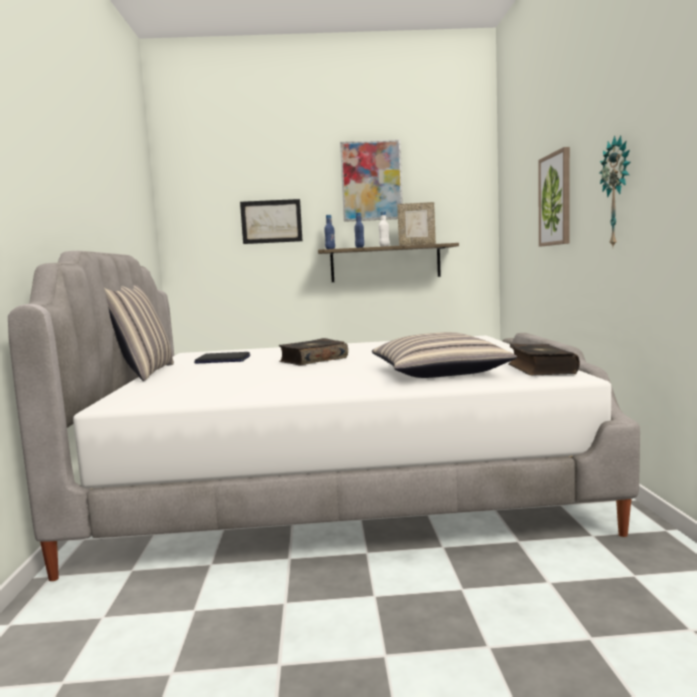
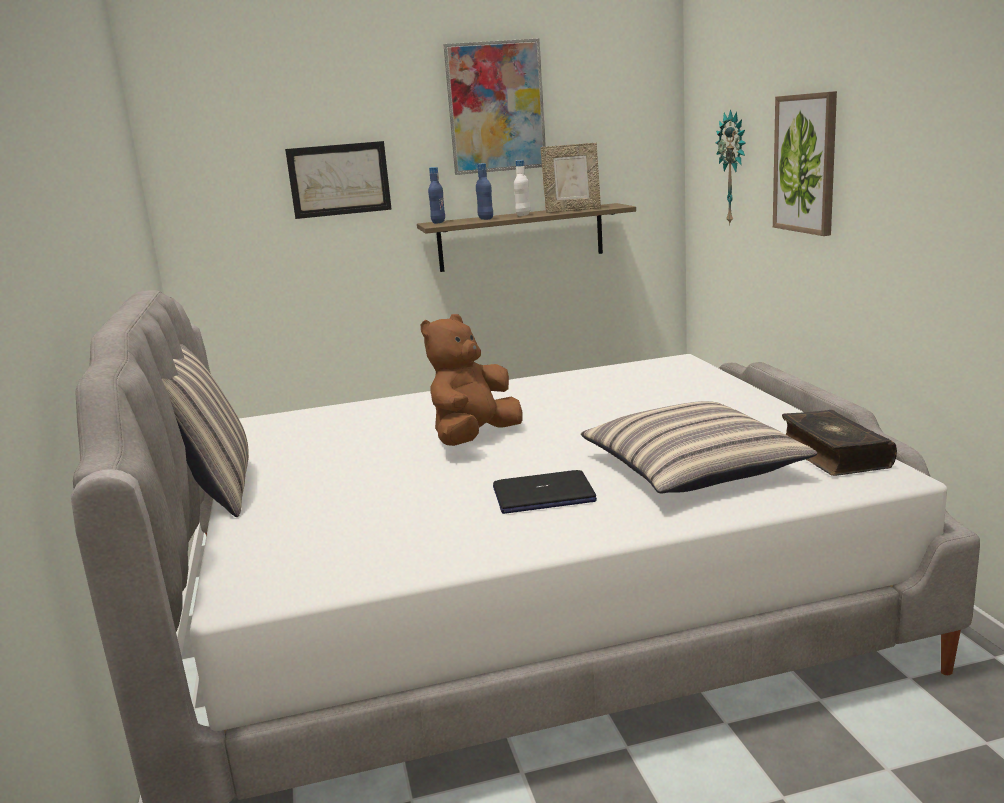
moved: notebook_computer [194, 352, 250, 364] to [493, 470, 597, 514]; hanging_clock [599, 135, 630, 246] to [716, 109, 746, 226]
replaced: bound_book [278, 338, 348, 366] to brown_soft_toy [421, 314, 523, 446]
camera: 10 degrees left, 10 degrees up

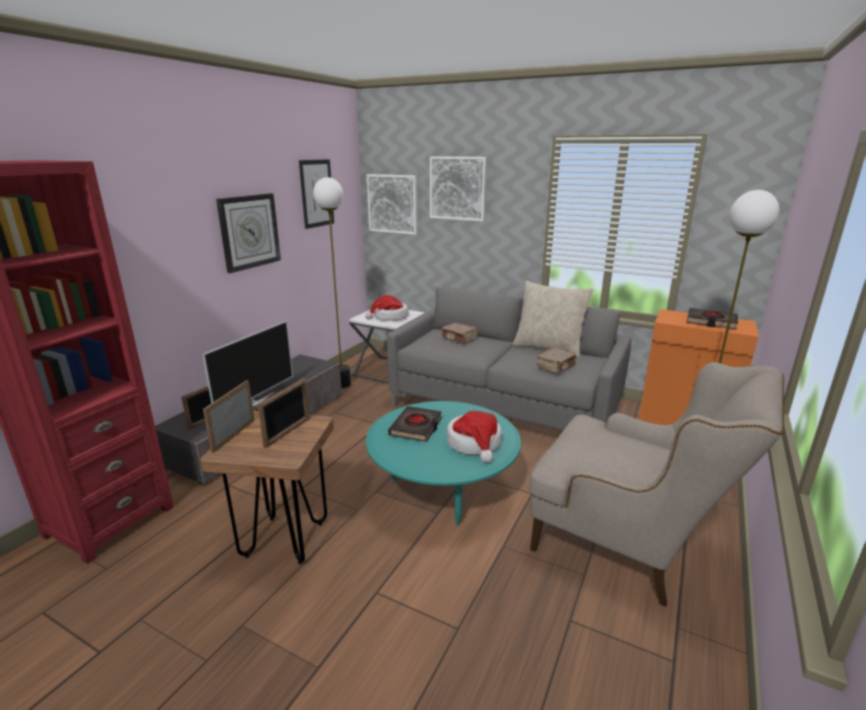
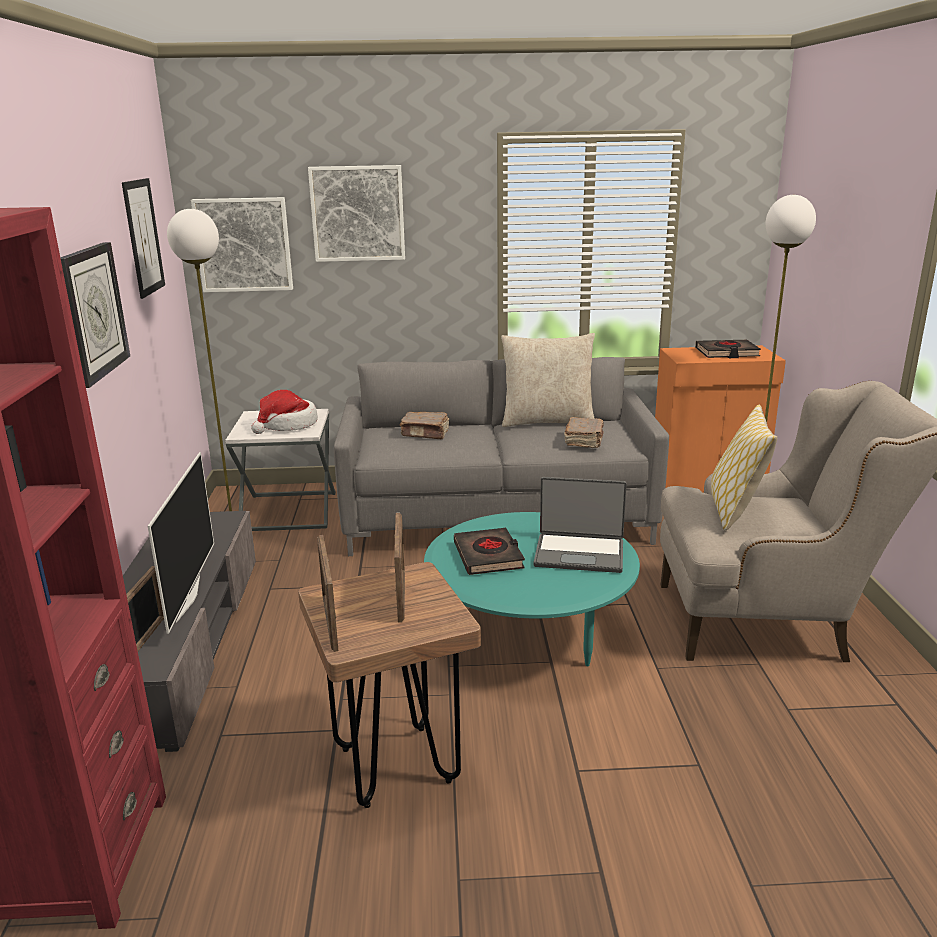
added: throw_pillow [711, 405, 777, 531]
replaced: wearable_hat [447, 411, 502, 463] to notebook_computer [534, 477, 627, 573]
camera: 30 degrees left, 0 degrees up

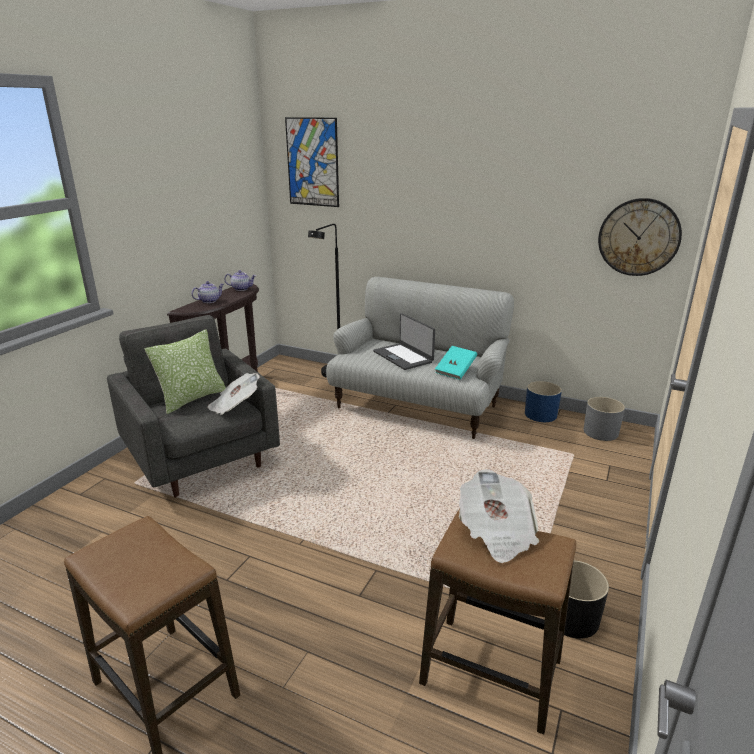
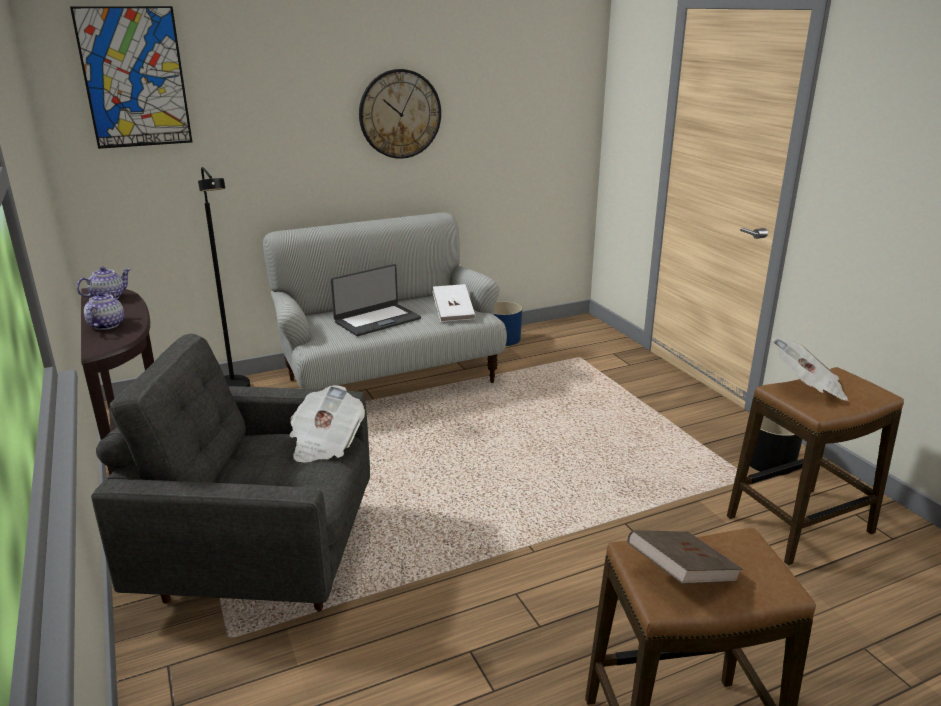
removed: throw_pillow [145, 329, 226, 414]; greyish_flower_pot [584, 397, 625, 441]
added: brown_bound_book [628, 530, 743, 584]
moved: hanging_clock [598, 198, 682, 276] to [359, 69, 441, 159]
recoloured: turquoise_bound_book [435, 346, 477, 380] to white_bound_book [432, 284, 476, 322]
turned: notebook_computer [373, 313, 435, 370] = [331, 264, 421, 336] 45 degrees counterclockwise
camera: 50 degrees left, 0 degrees up

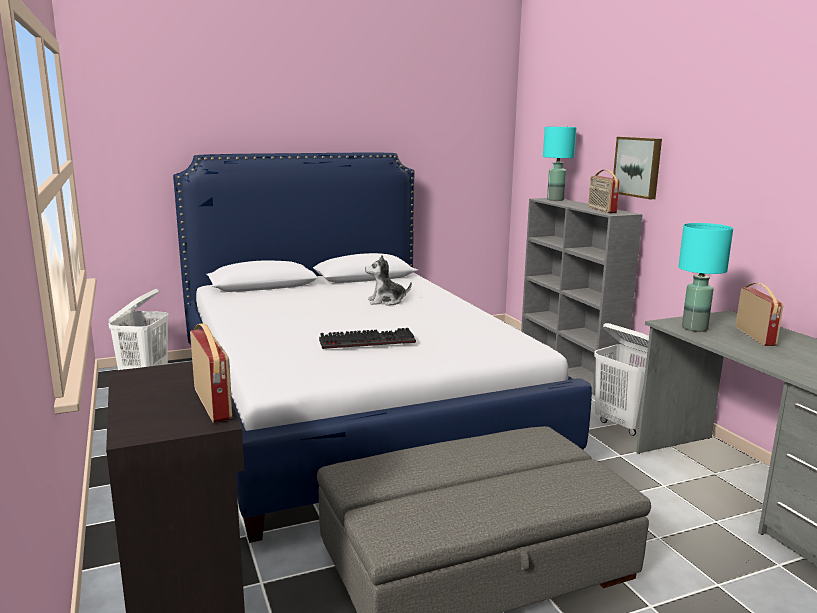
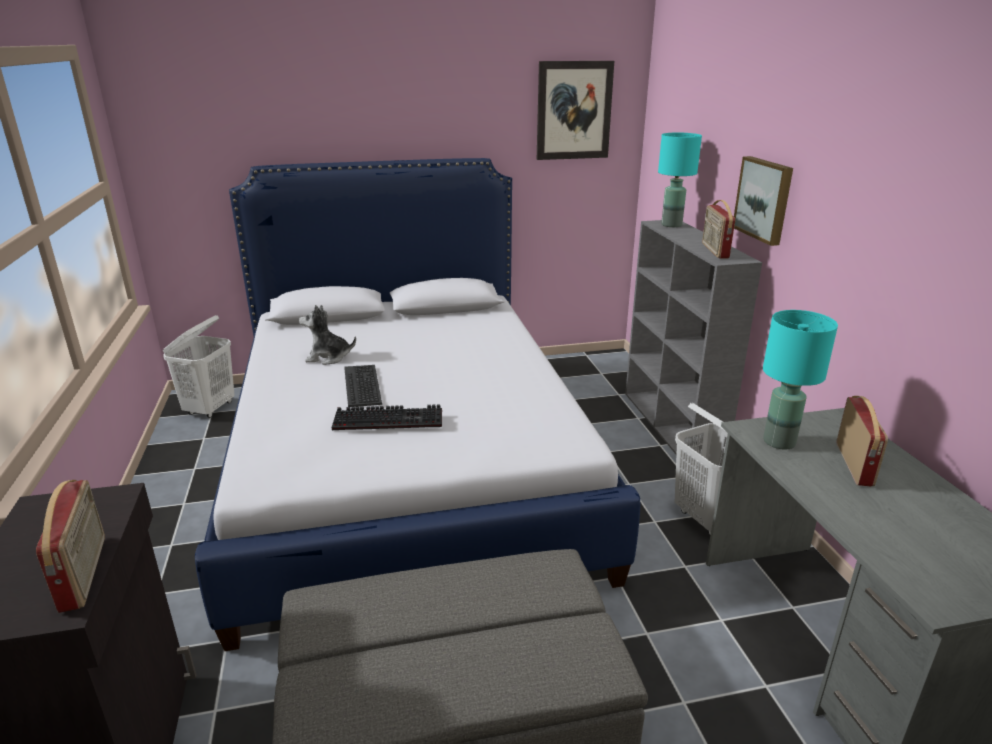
added: keyboard [344, 365, 382, 407]; wall_picture [537, 61, 614, 160]
moved: soft_toy [365, 255, 412, 306] to [299, 305, 356, 365]
camera: 10 degrees right, 10 degrees up

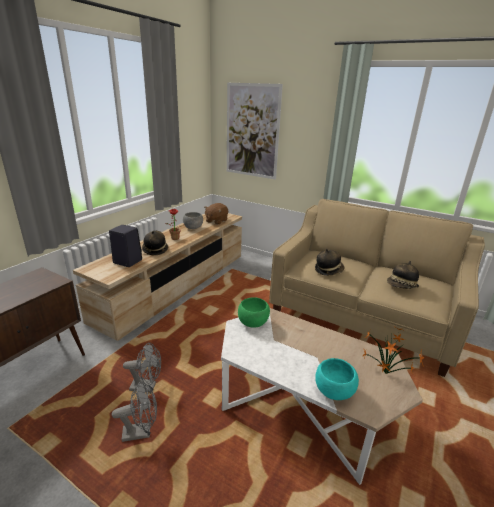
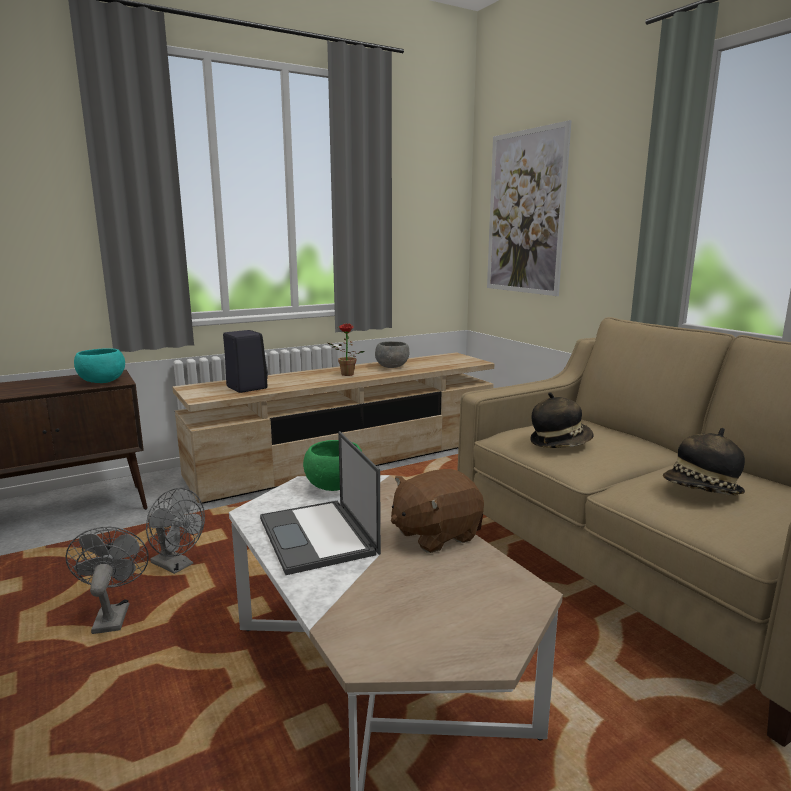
removed: wearable_hat [142, 231, 169, 255]; potted_plant [363, 326, 425, 374]
added: notebook_computer [260, 431, 381, 575]
moved: turquoise_bowl [315, 358, 359, 400] to [74, 348, 125, 383]; brown_soft_toy [204, 203, 228, 225] to [391, 469, 484, 553]
turned: greyish_electric_fan [112, 381, 157, 442] = [65, 527, 149, 634] 120 degrees counterclockwise
camera: 30 degrees right, 10 degrees down

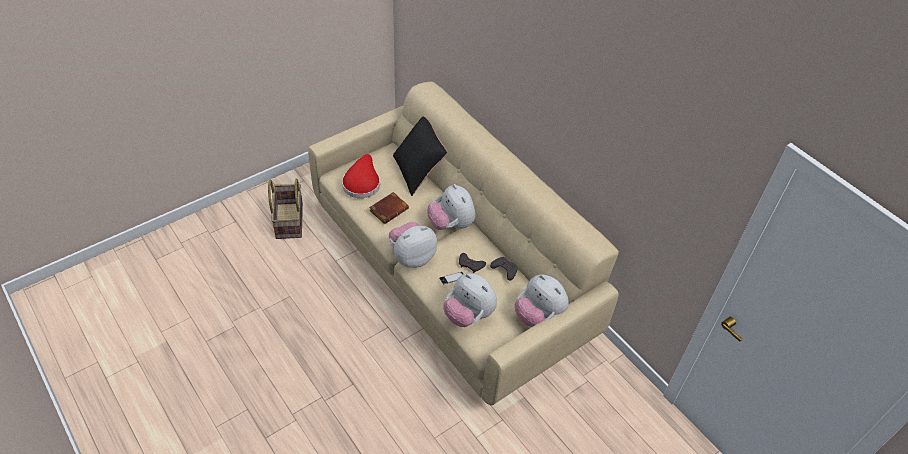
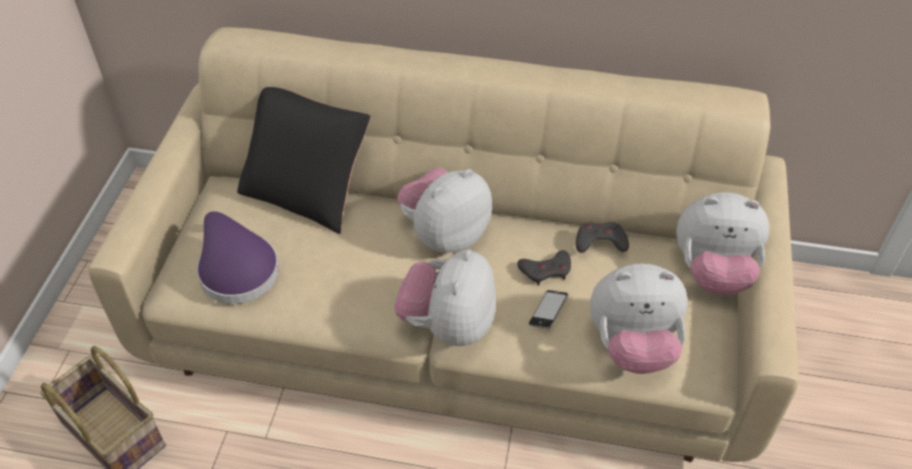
removed: brown_bound_book [369, 192, 409, 224]
recoloured: reddish_wearable_hat [342, 154, 380, 198] to purple_wearable_hat [197, 211, 279, 304]
turned: soft_toy [427, 184, 475, 230] = [397, 167, 492, 253] 120 degrees clockwise
camera: 40 degrees left, 0 degrees up

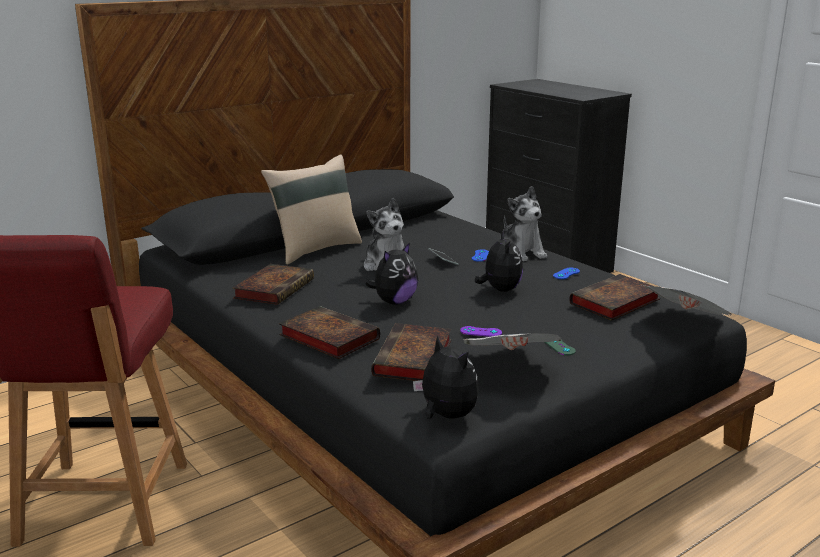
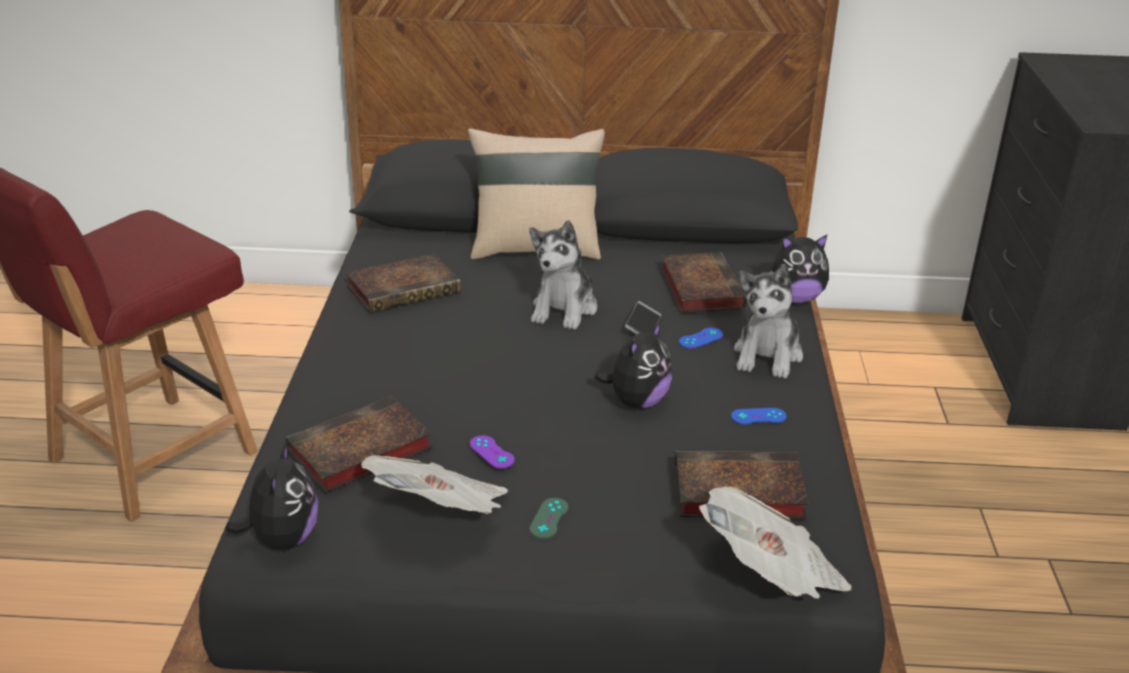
moved: bound_book [279, 306, 380, 359] to [661, 252, 747, 313]; soft_toy [365, 242, 418, 305] to [771, 234, 829, 304]
camera: 40 degrees right, 10 degrees up

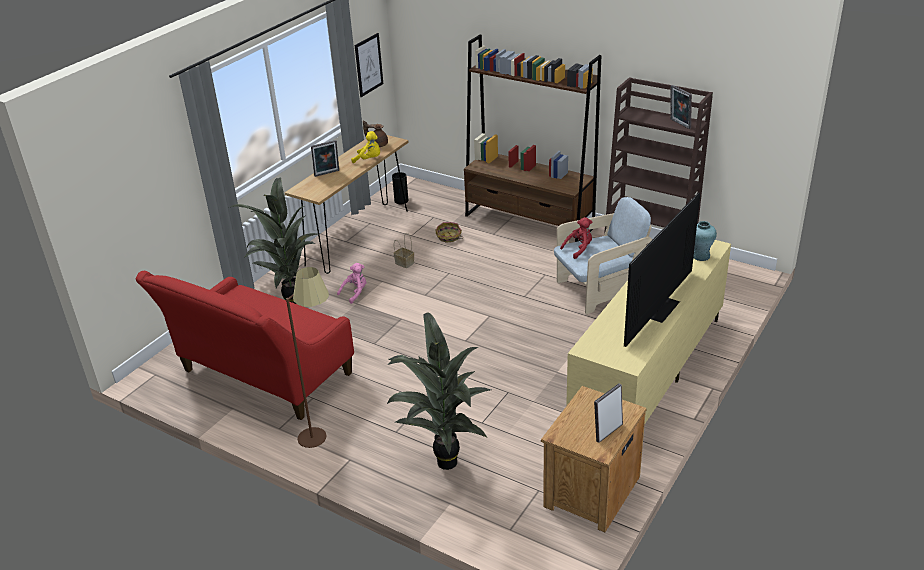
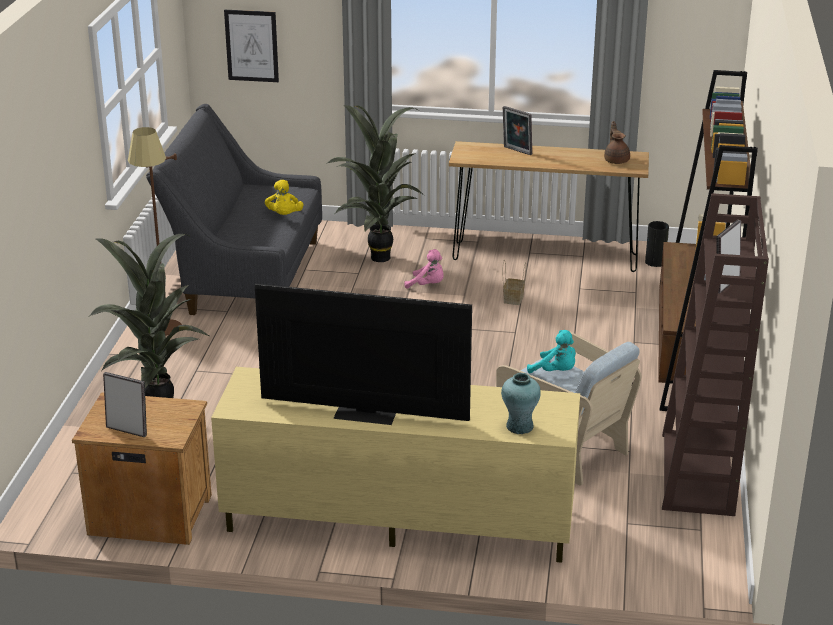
removed: basket [436, 222, 463, 243]
moved: wall_picture [355, 33, 383, 97] to [224, 10, 279, 82]; yellow-coloured_soft_toy [351, 131, 380, 163] to [265, 180, 304, 215]
recoloured: reddish_couch [136, 271, 354, 420] to greyish_couch [146, 104, 322, 315]; reddish_soft_toy [560, 217, 592, 259] to turquoise_soft_toy [527, 330, 576, 373]
camera: 65 degrees right, 5 degrees down

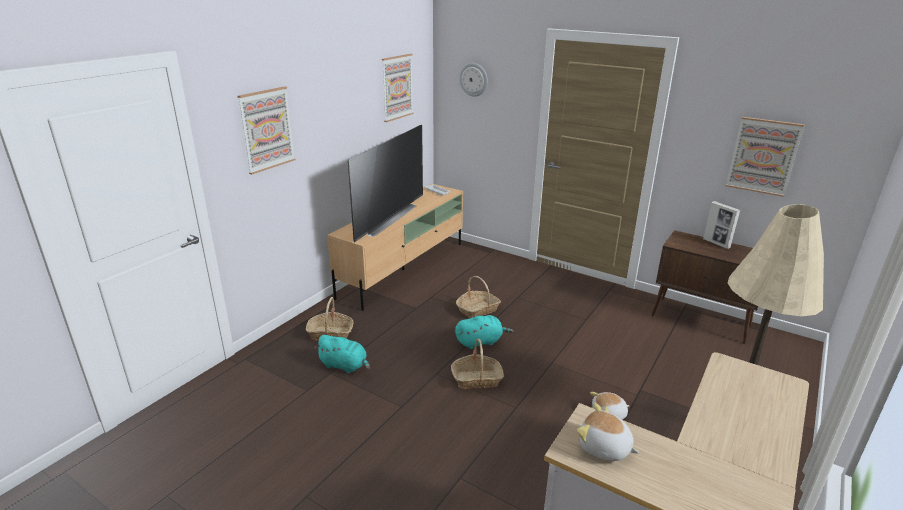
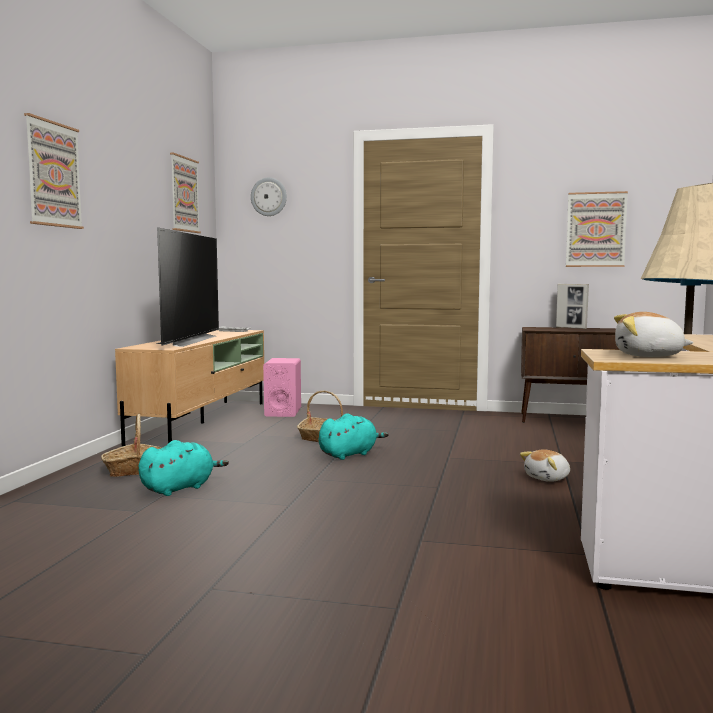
removed: basket [451, 339, 504, 389]
added: pinkish_audio_speaker [263, 358, 301, 417]
turned: turquoise_soft_toy [315, 335, 370, 373] = [139, 440, 229, 496] 45 degrees counterclockwise
camera: 20 degrees left, 20 degrees down

